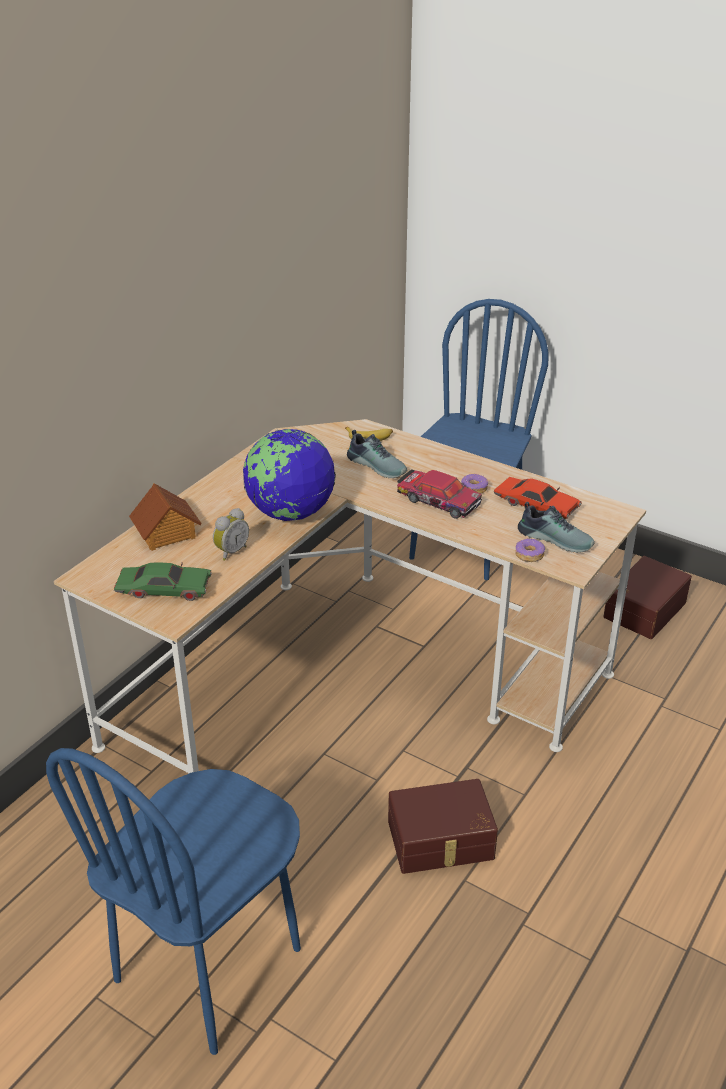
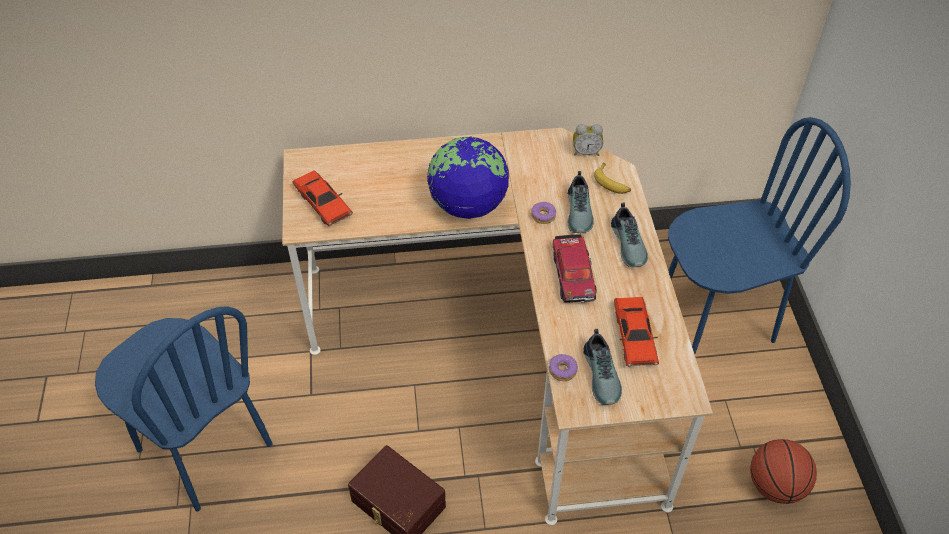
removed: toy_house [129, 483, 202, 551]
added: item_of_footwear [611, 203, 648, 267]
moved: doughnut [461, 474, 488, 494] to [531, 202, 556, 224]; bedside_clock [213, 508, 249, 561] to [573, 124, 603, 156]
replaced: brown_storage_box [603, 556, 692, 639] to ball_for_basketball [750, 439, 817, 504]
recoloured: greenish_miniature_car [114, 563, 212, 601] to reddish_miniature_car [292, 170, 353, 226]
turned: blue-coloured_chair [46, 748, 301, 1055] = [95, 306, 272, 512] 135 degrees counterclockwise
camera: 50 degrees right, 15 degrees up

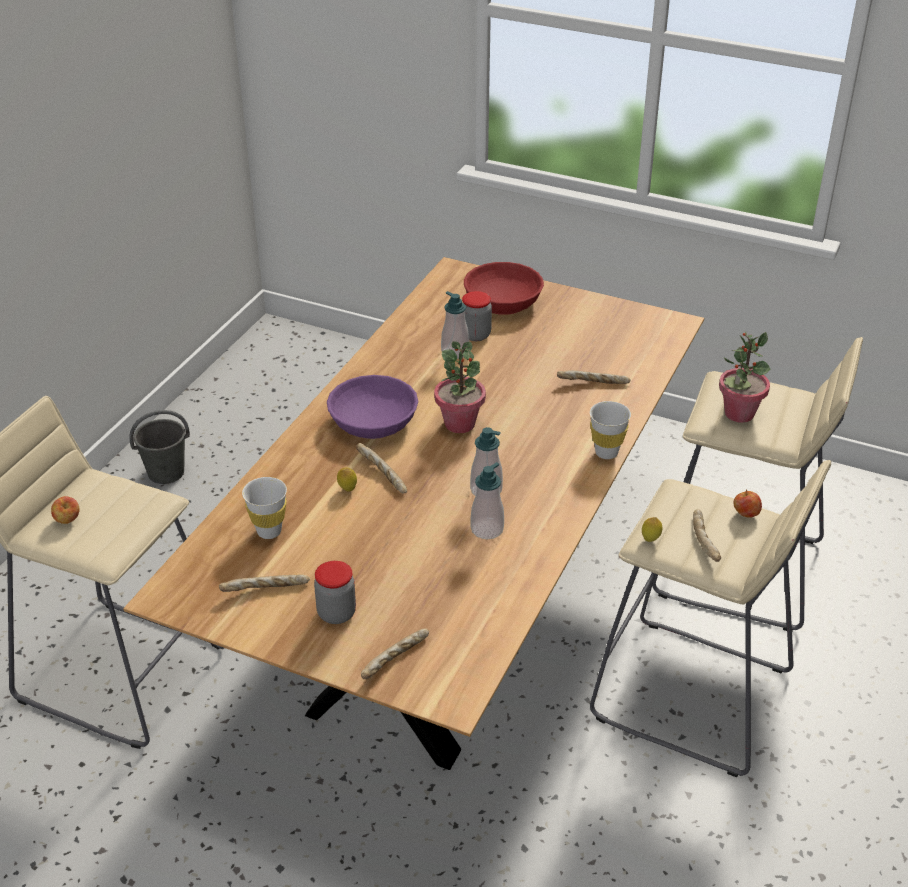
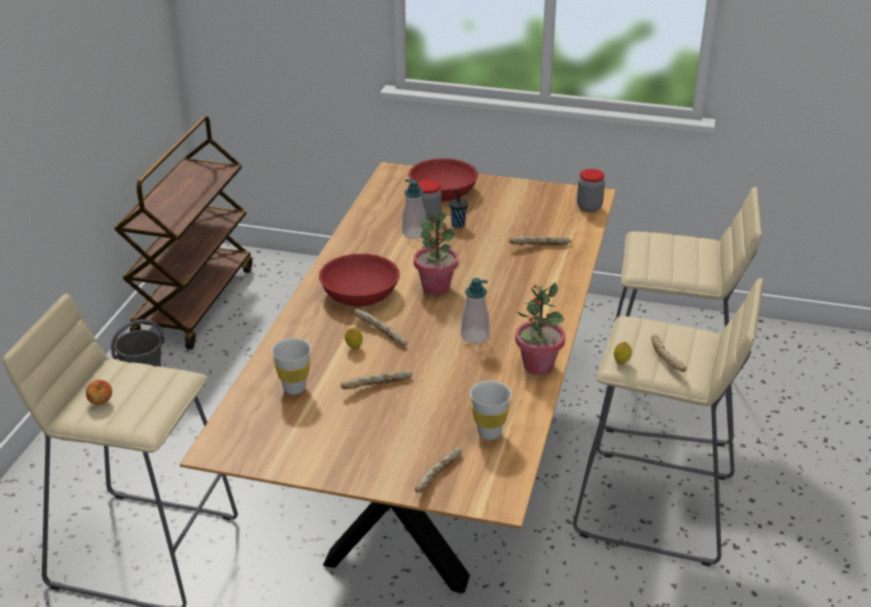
removed: soap_bottle [470, 462, 504, 539]; apple_fruit [734, 490, 762, 517]
added: brown_cart [114, 116, 252, 350]; black_cup [449, 189, 468, 228]
moved: bread [219, 574, 310, 592] to [341, 370, 413, 389]; white_cup [590, 401, 631, 459] to [470, 380, 512, 440]; potted_plant [719, 332, 770, 423] to [515, 283, 565, 375]; storage_jar [314, 561, 356, 624] to [577, 169, 605, 212]
recoloured: purple_bowl [327, 375, 418, 439] to reddish_bowl [319, 254, 399, 307]
camera: 10 degrees left, 5 degrees down

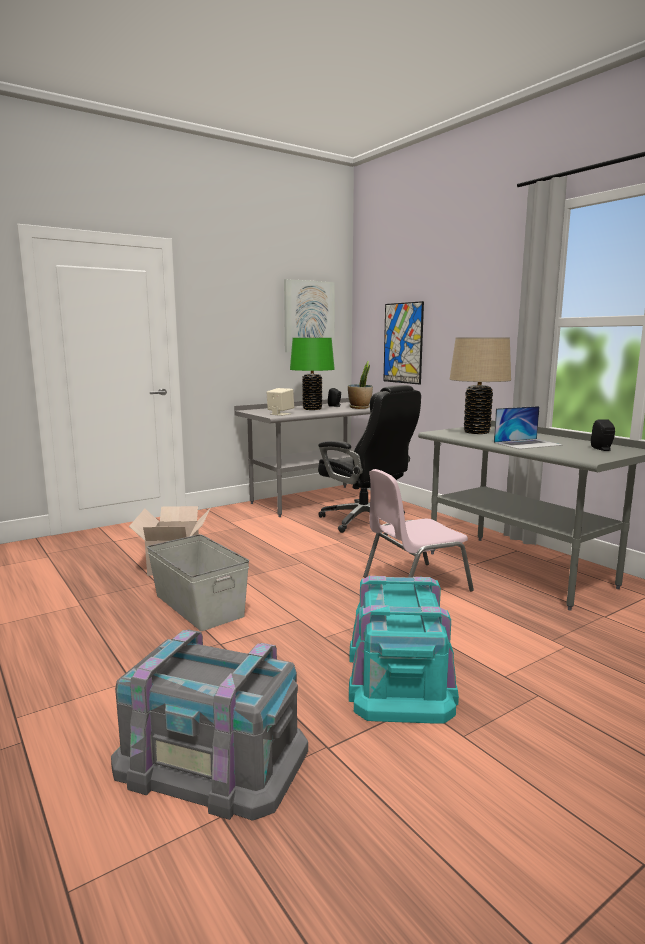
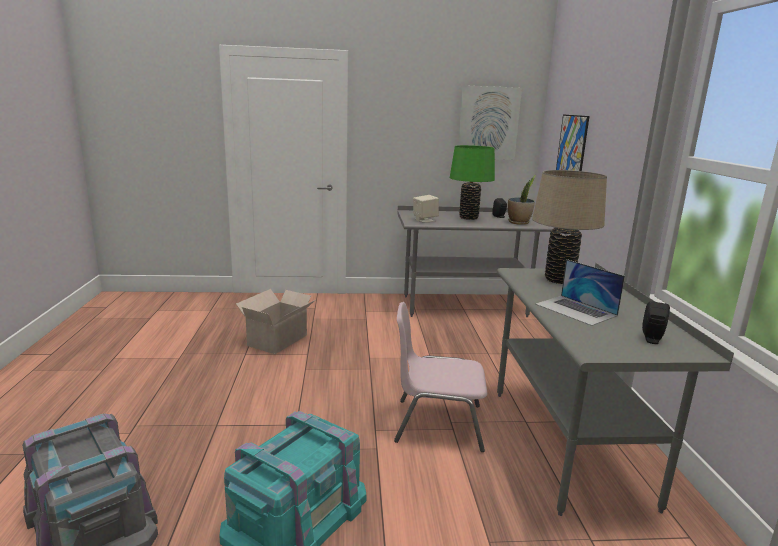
removed: greyish_storage_box [147, 534, 249, 631]; black_computer_chair [318, 385, 421, 533]
turned: notebook_computer [494, 406, 562, 449] = [536, 259, 625, 326] 45 degrees clockwise
camera: 30 degrees right, 5 degrees up

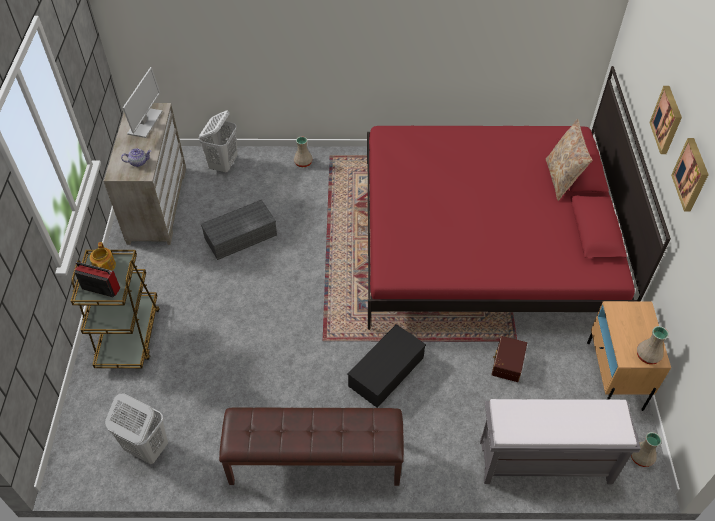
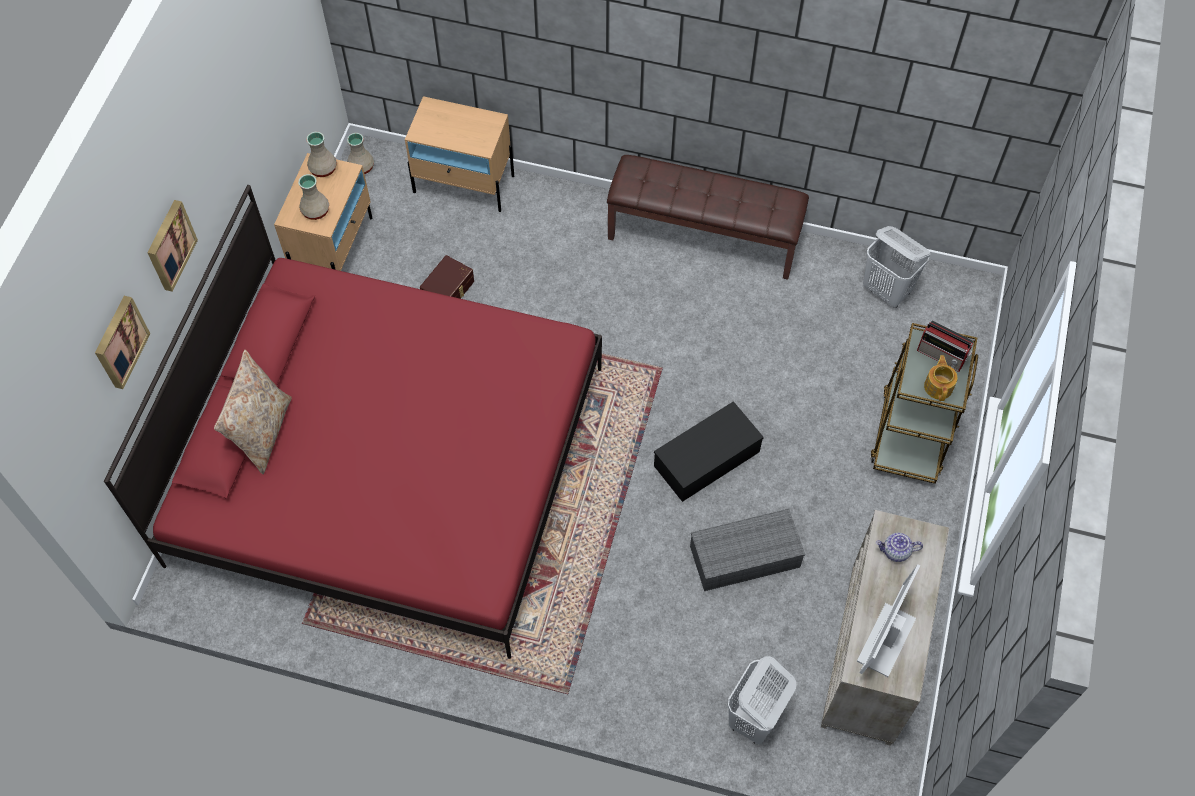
moved: wall_picture [671, 138, 709, 211] to [95, 296, 150, 389]; beige-coloured_vase [294, 136, 313, 167] to [298, 174, 329, 220]; black_storage_box [348, 324, 426, 408] to [654, 401, 764, 502]
replaced: greyish_long_seat [480, 399, 641, 484] to beige-coloured_bedside_table [405, 96, 514, 212]
camera: 165 degrees left, 10 degrees up

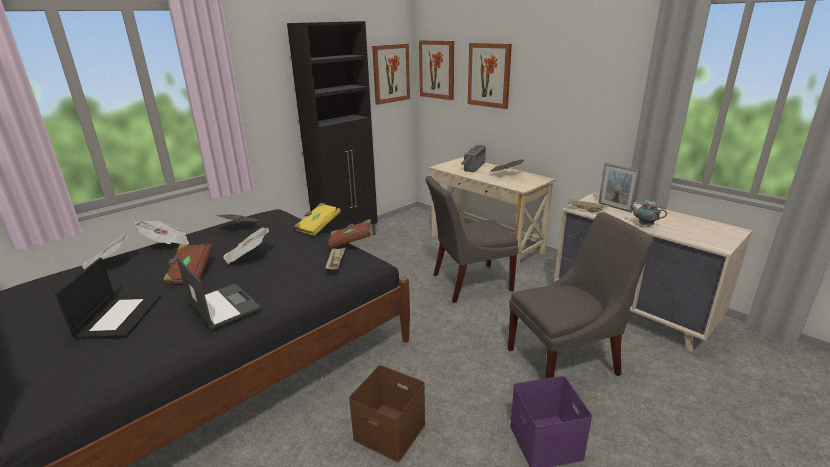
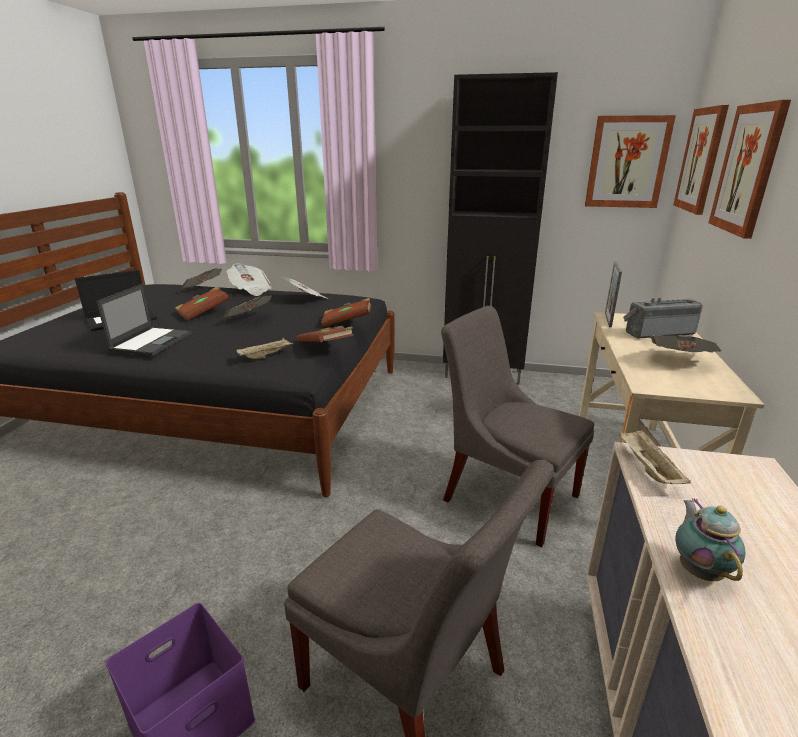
removed: brown_storage_box [349, 365, 426, 462]
moved: standing_frame [598, 163, 640, 213] to [605, 261, 622, 327]
recoloured: yellow-coloured_bound_book [294, 203, 341, 236] to brown_bound_book [321, 298, 371, 327]
camera: 55 degrees right, 0 degrees up

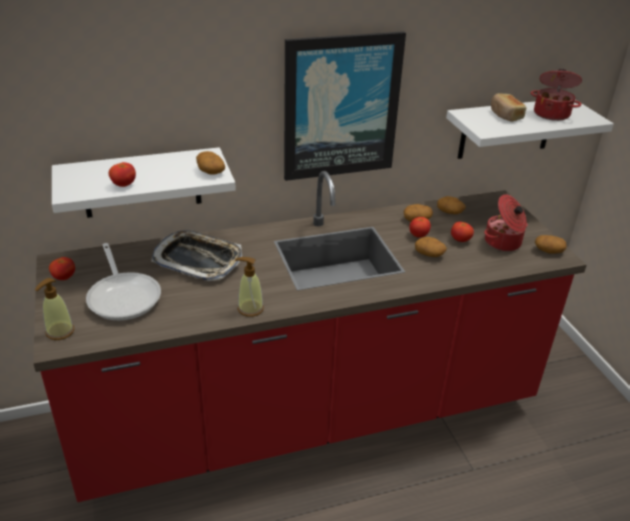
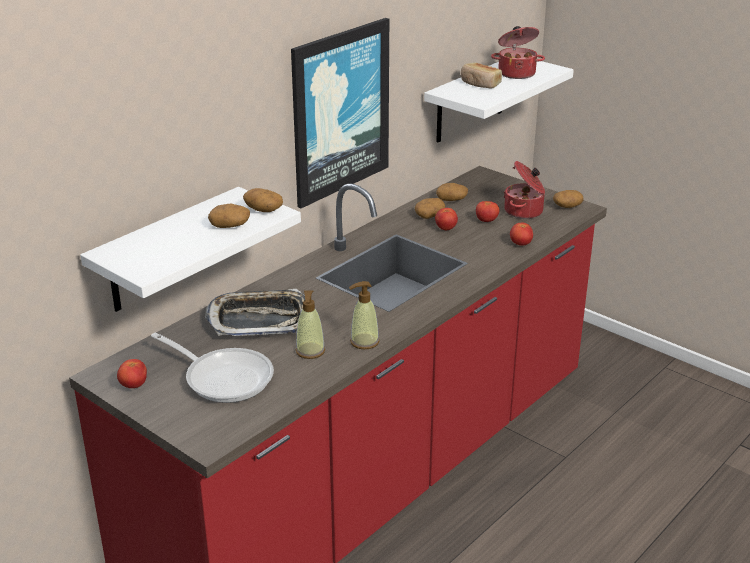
moved: whole_potato [415, 237, 447, 257] to [208, 204, 250, 228]; soap_bottle [35, 278, 74, 340] to [296, 291, 325, 359]; fresh_tomato [109, 162, 136, 187] to [510, 223, 533, 246]
camera: 30 degrees left, 5 degrees down

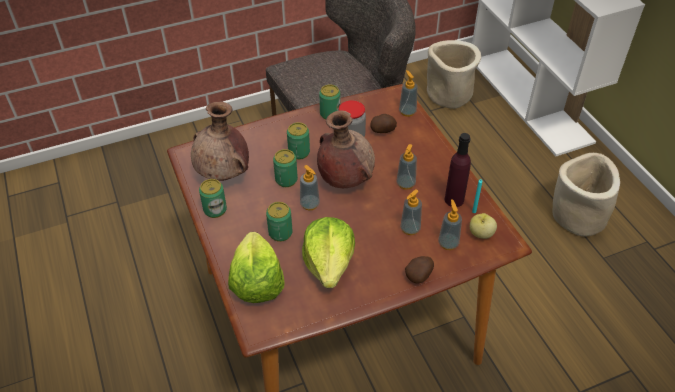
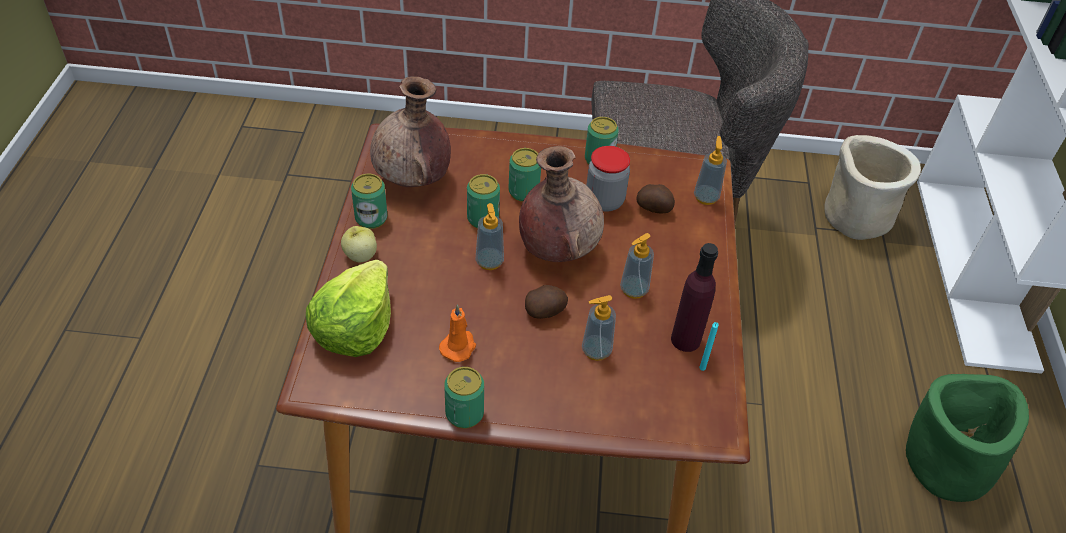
removed: soap_bottle [438, 199, 462, 250]
moved: apple_fruit [470, 213, 497, 239] to [341, 226, 377, 262]; sealed_can [266, 202, 293, 242] to [444, 367, 484, 429]; whole_potato [405, 256, 434, 283] to [525, 285, 568, 319]
replaced: head_of_lettuce [302, 217, 355, 288] to orange-coloured_wax_light [439, 304, 476, 362]
recoloured: beige-coloured_flower_pot [553, 153, 620, 237] to greenish_flower_pot [906, 374, 1029, 502]
camera: 25 degrees right, 0 degrees up

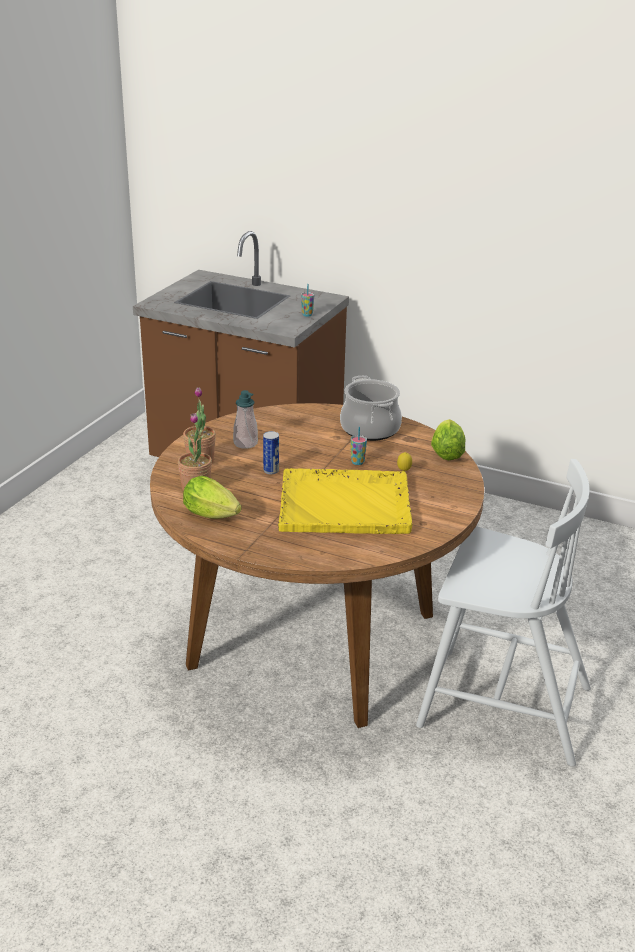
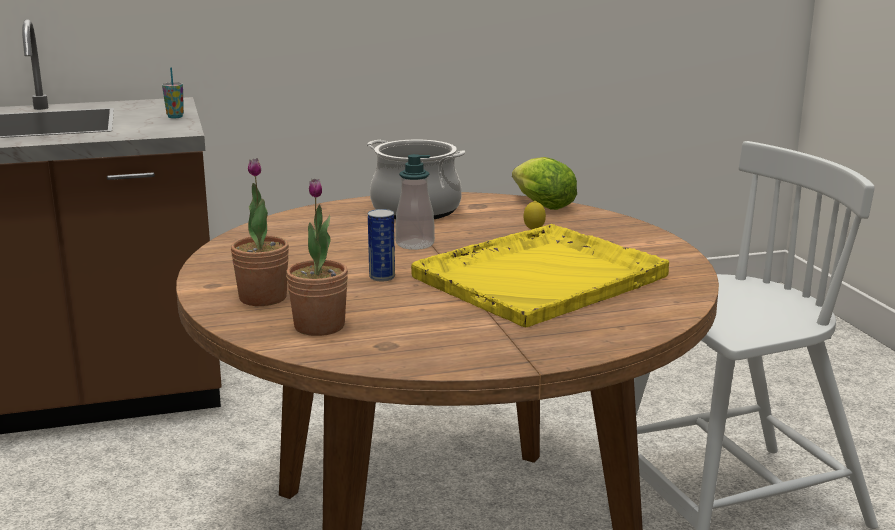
removed: head_of_lettuce [183, 476, 241, 519]; cup [351, 427, 367, 465]
moved: soap_bottle [233, 390, 258, 449] to [395, 154, 435, 250]
camera: 40 degrees left, 10 degrees down

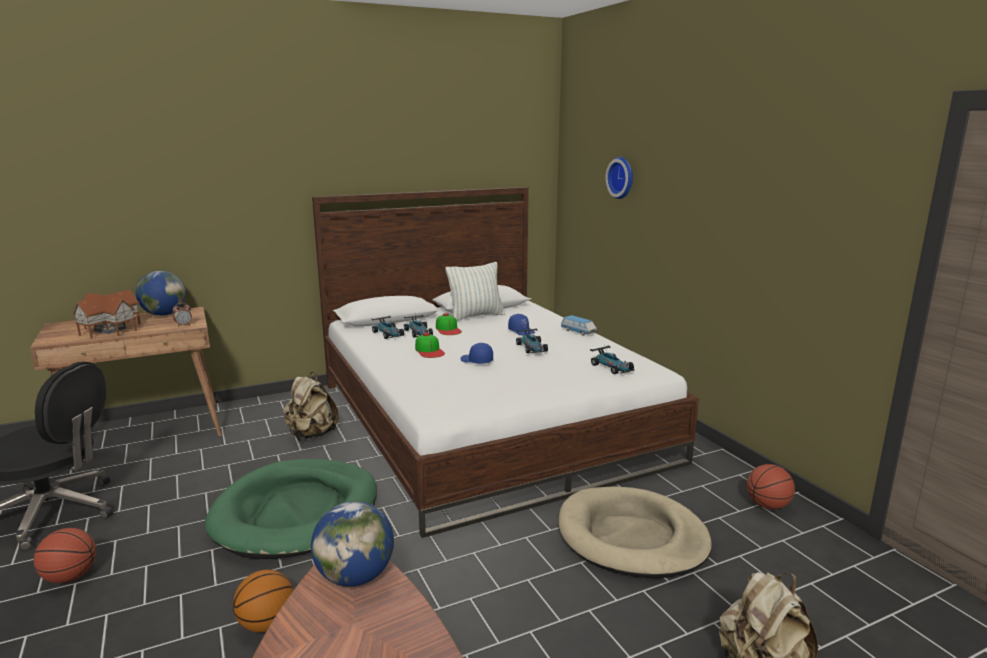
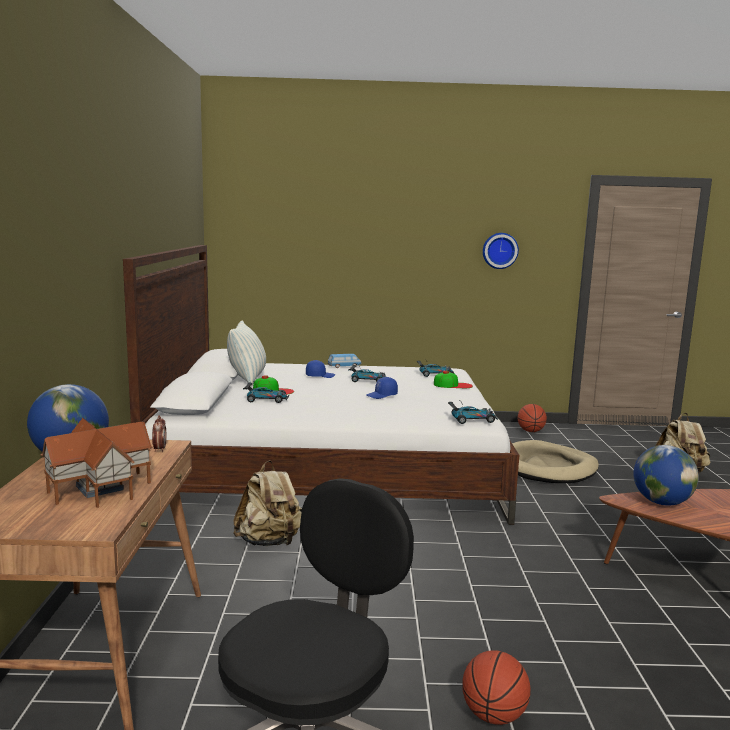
removed: greenish_dog_cushion [205, 459, 377, 559]; ball_for_basketball [233, 570, 293, 633]
moved: baseball_cap [415, 333, 445, 358] to [434, 371, 473, 388]; miniature_car [372, 316, 404, 339] to [448, 402, 498, 424]; hanging_clock [605, 157, 633, 199] to [483, 233, 519, 269]
camera: 65 degrees left, 5 degrees down

